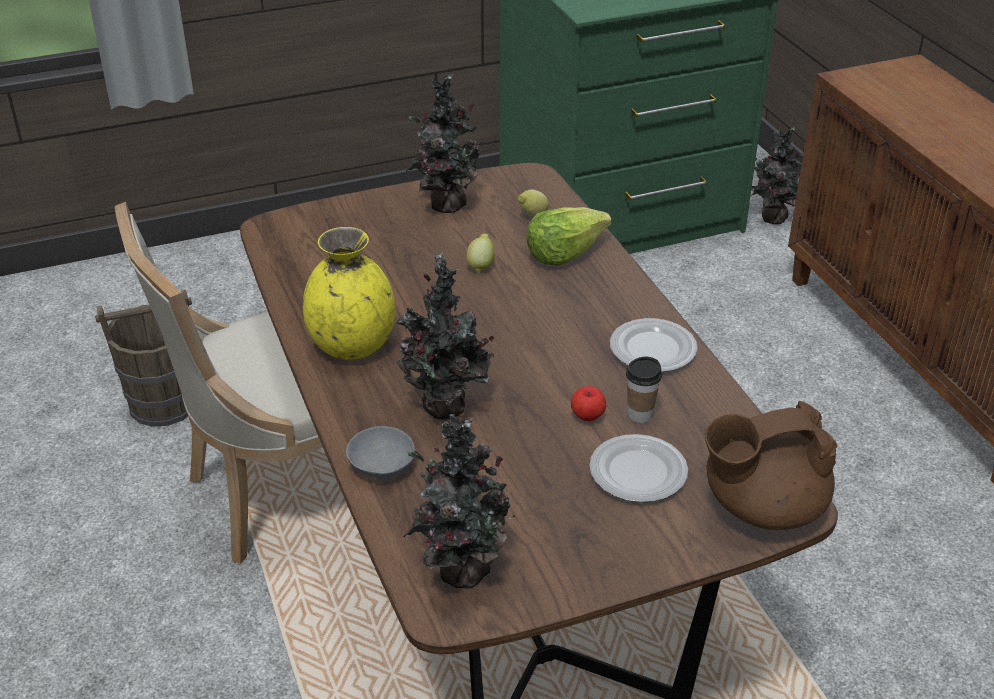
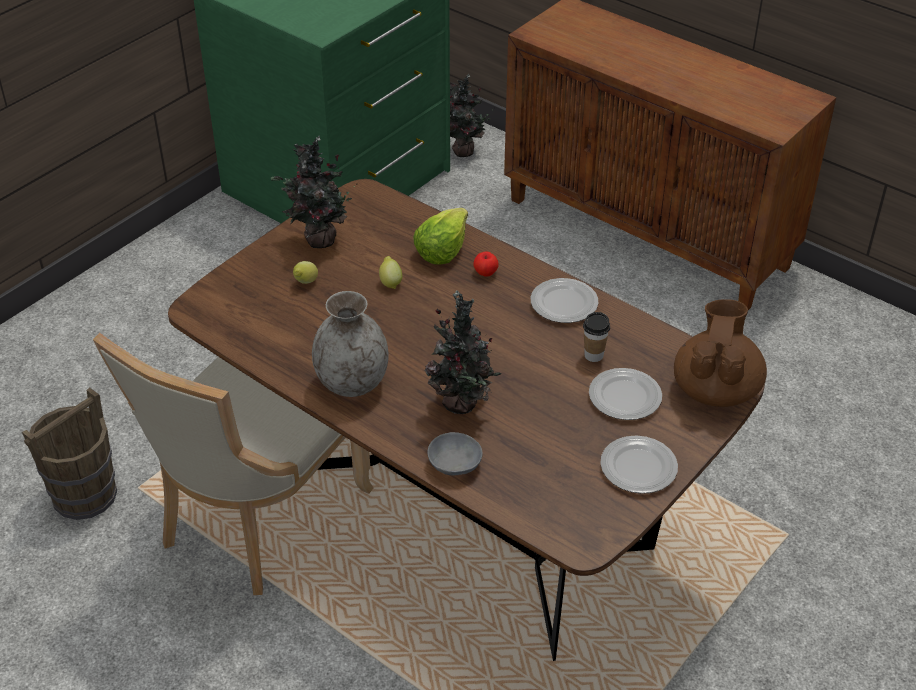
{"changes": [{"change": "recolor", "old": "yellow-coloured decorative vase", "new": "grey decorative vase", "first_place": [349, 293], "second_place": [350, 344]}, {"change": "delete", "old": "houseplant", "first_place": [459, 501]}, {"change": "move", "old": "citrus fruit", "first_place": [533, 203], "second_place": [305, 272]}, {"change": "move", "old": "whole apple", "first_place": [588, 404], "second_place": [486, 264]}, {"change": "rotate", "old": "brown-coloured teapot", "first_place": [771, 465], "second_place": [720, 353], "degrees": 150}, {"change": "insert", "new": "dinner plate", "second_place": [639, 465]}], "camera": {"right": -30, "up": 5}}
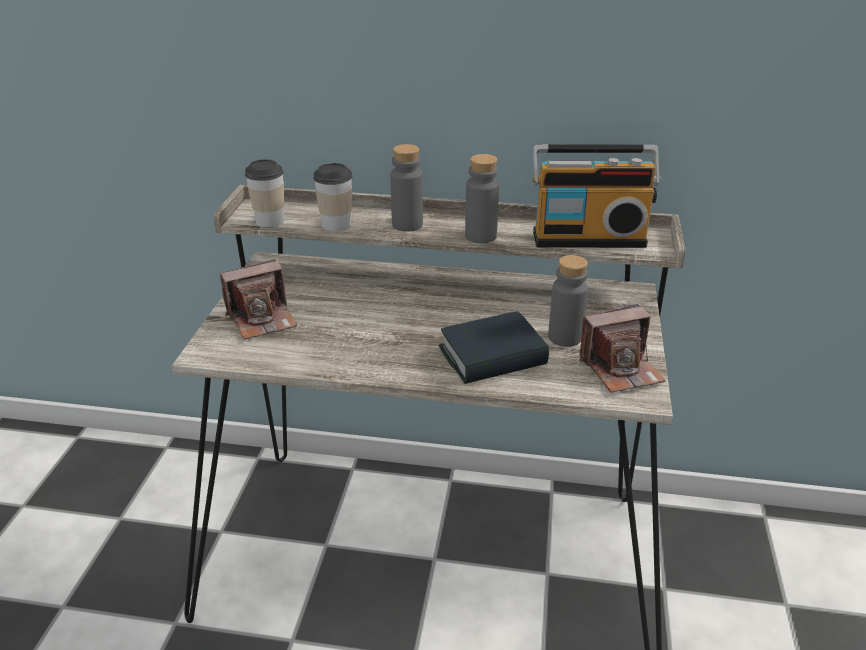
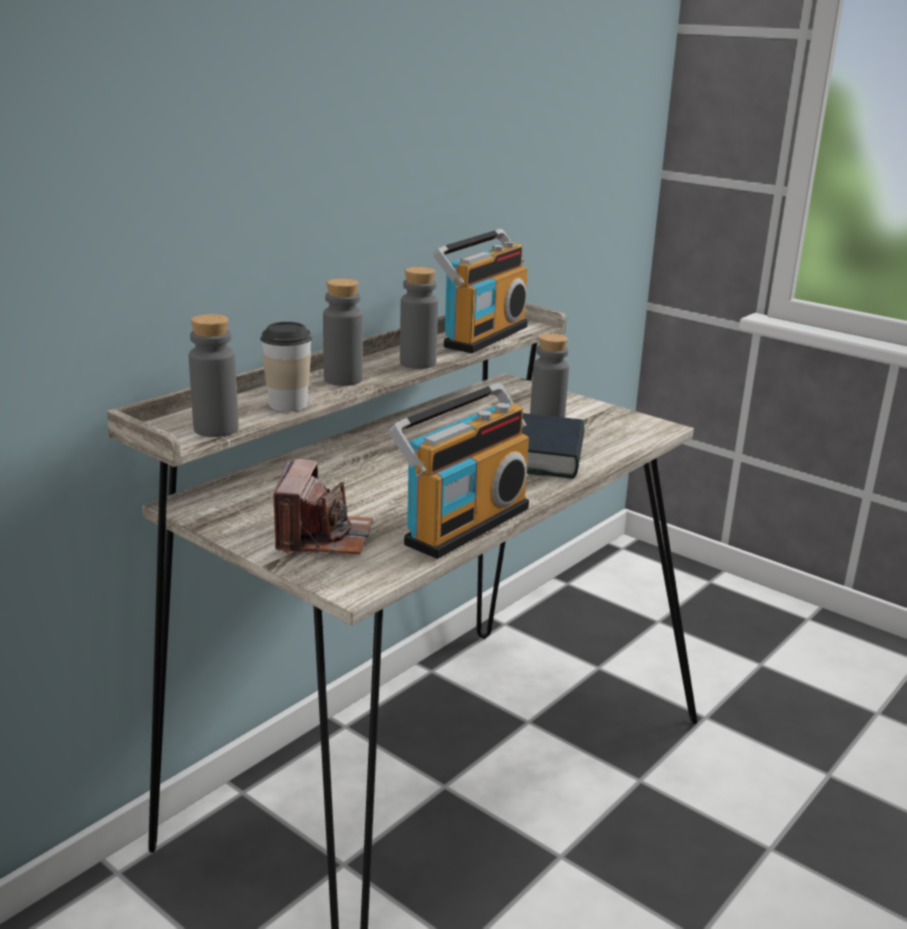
{"changes": [{"change": "replace", "old": "cup", "new": "grey beverage bottle", "first_place": [264, 193], "second_place": [214, 375]}, {"change": "delete", "old": "still camera", "first_place": [623, 348]}, {"change": "insert", "new": "radio", "second_place": [458, 471]}], "camera": {"right": -60, "up": -10}}
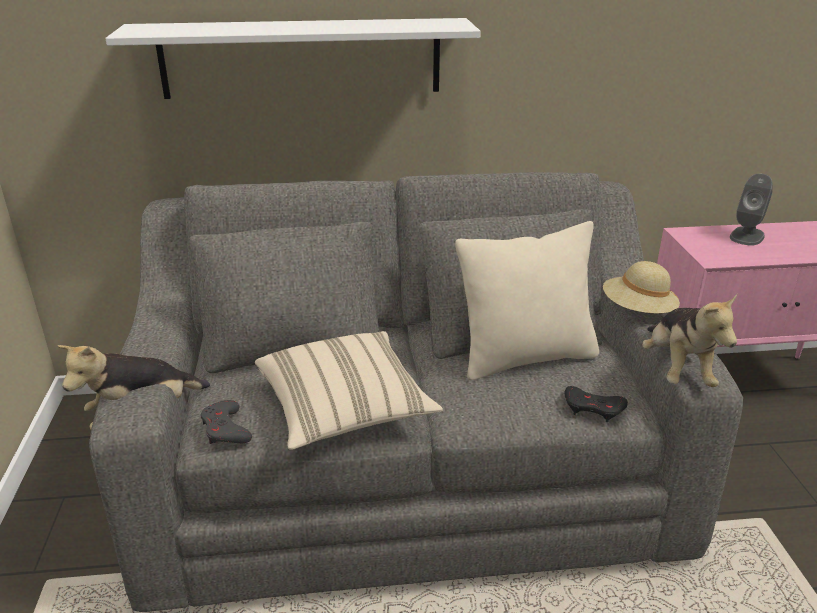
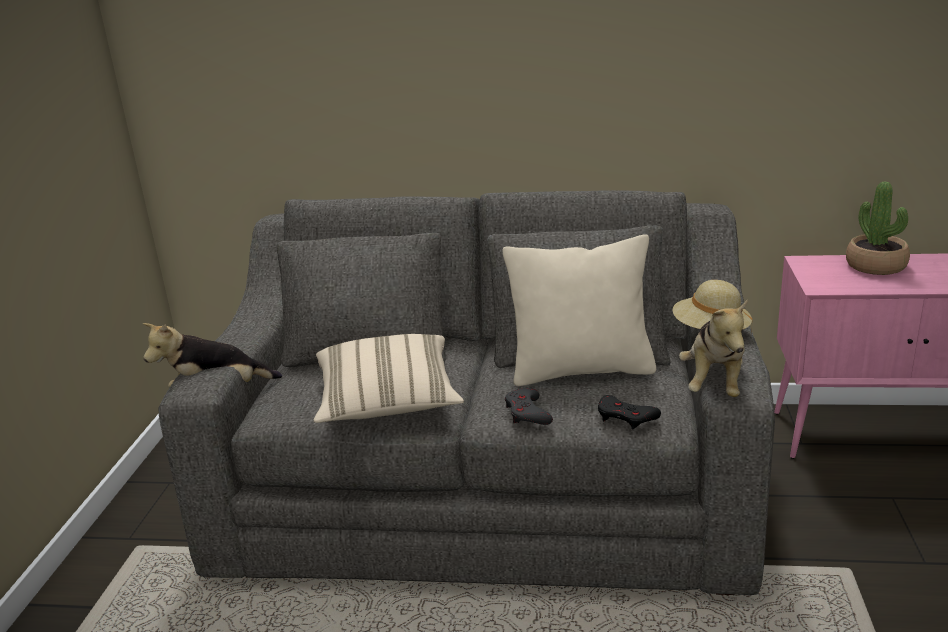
{"changes": [{"change": "delete", "old": "whitish shelf", "first_place": [293, 58]}, {"change": "move", "old": "grey gamepad", "first_place": [226, 422], "second_place": [529, 406]}, {"change": "replace", "old": "grey speaker", "new": "houseplant", "first_place": [751, 209], "second_place": [878, 228]}], "camera": {"right": 15, "up": -5}}
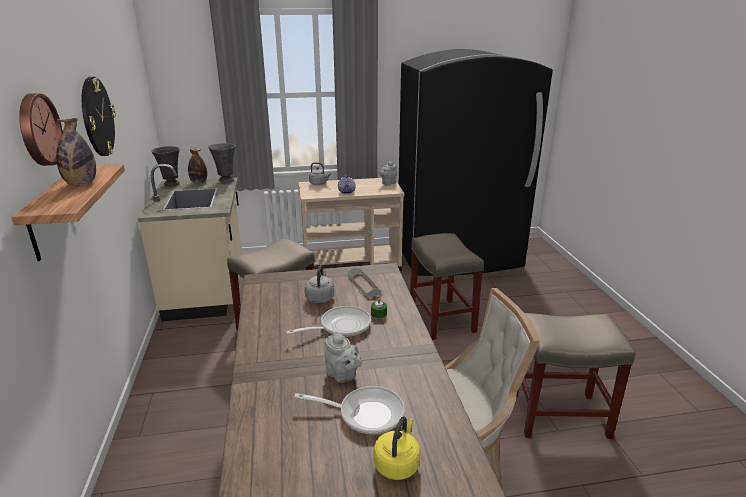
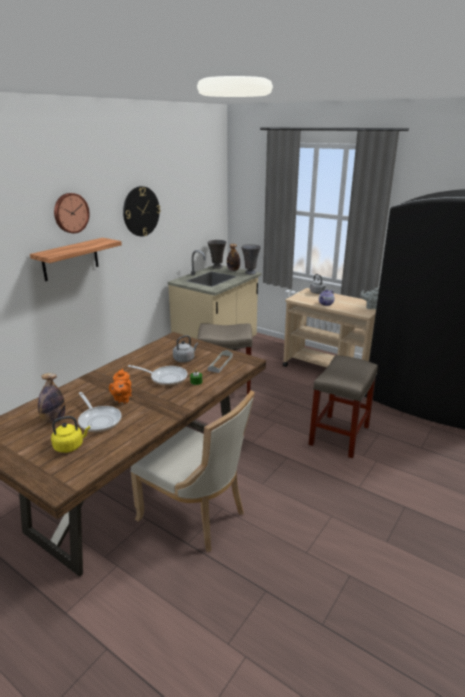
{"changes": [{"change": "move", "old": "beverage bottle", "first_place": [76, 151], "second_place": [51, 398]}, {"change": "recolor", "old": "grey teapot", "new": "orangey teapot", "first_place": [343, 357], "second_place": [120, 386]}, {"change": "delete", "old": "beige stool", "first_place": [575, 376]}], "camera": {"right": 45, "up": 0}}
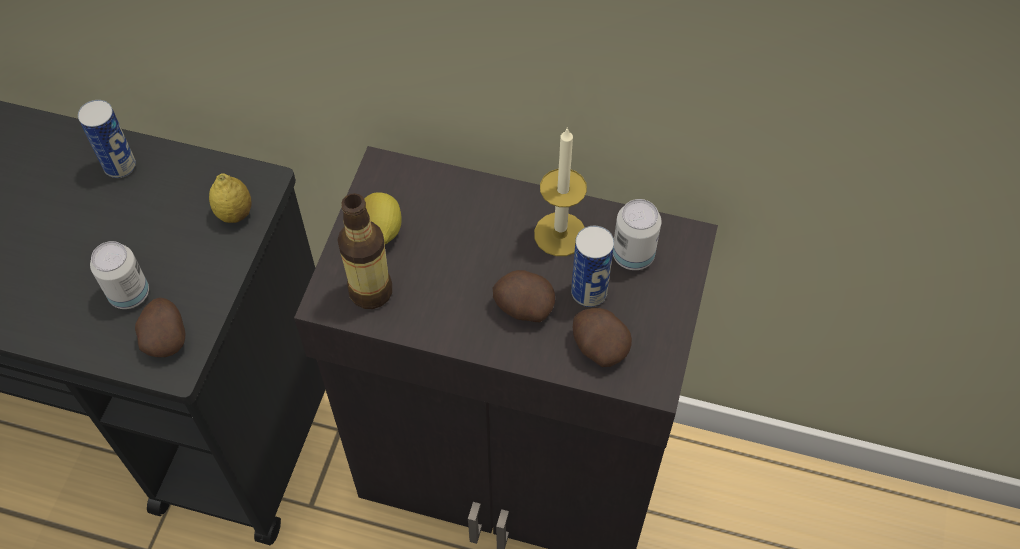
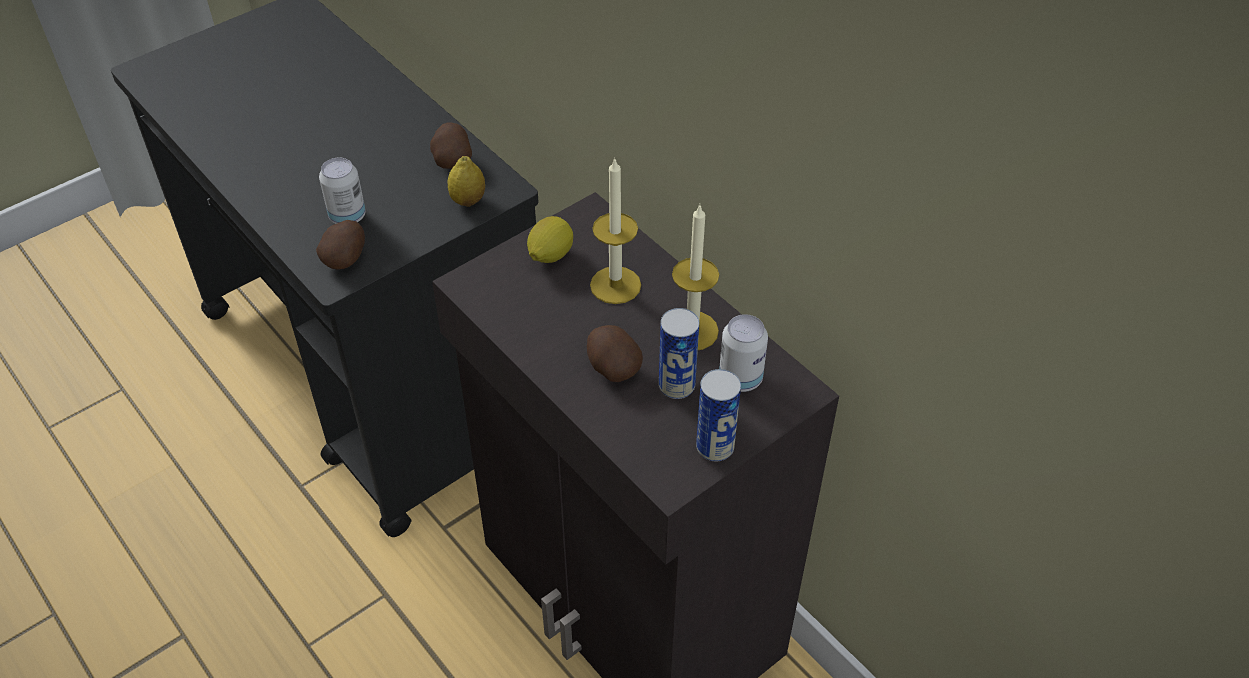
{"changes": [{"change": "move", "old": "sealed can", "first_place": [107, 139], "second_place": [718, 415]}, {"change": "delete", "old": "beverage bottle", "first_place": [364, 251]}, {"change": "move", "old": "whole potato", "first_place": [602, 337], "second_place": [451, 145]}, {"change": "insert", "new": "wax candle", "second_place": [615, 230]}], "camera": {"right": 35, "up": -10}}
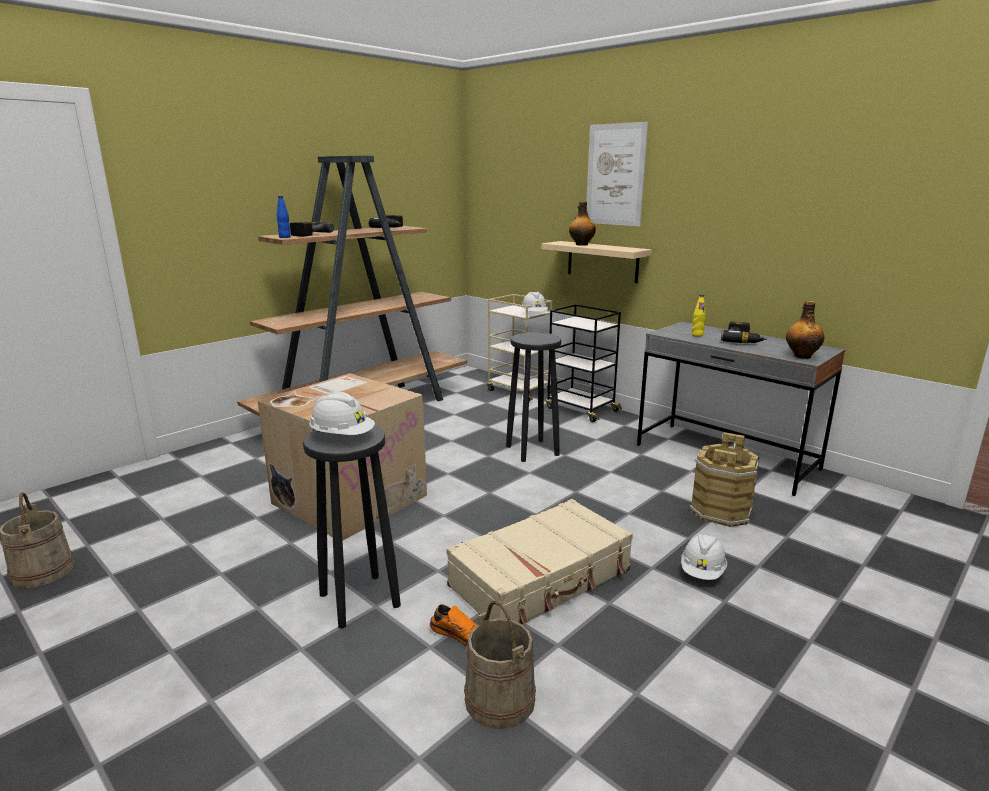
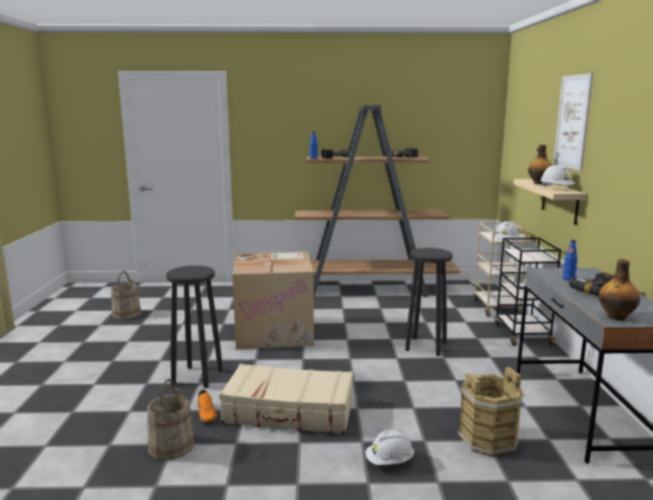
{"changes": [{"change": "move", "old": "whitish hard hat", "first_place": [342, 413], "second_place": [557, 176]}, {"change": "recolor", "old": "yellow-coloured beverage bottle", "new": "blue-coloured beverage bottle", "first_place": [699, 316], "second_place": [570, 260]}], "camera": {"right": 45, "up": -5}}
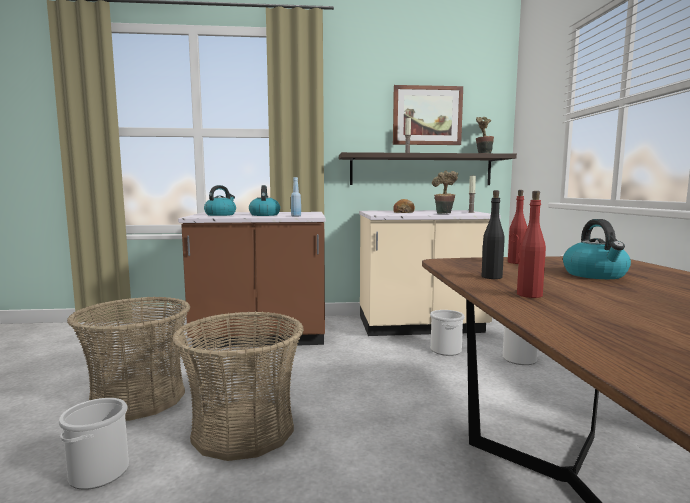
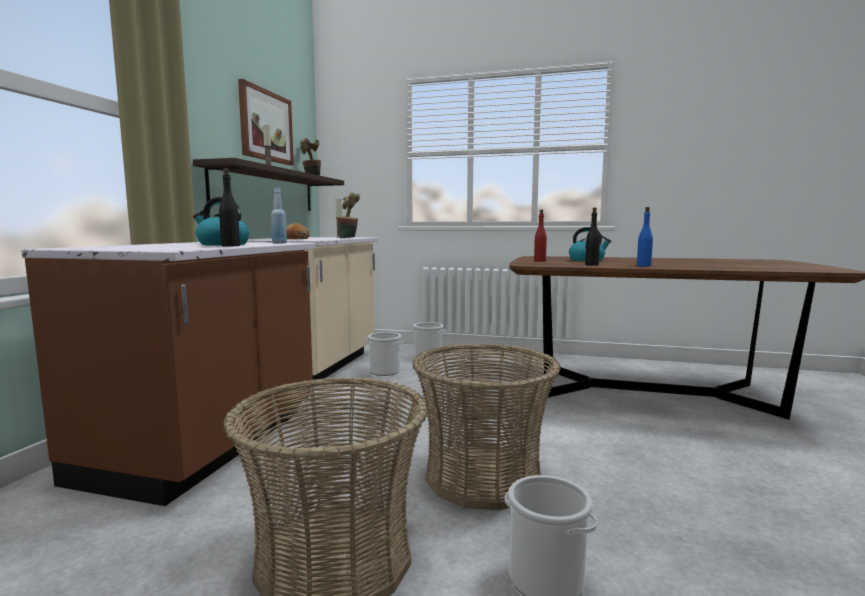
{"changes": [{"change": "delete", "old": "tea kettle", "first_place": [220, 200]}, {"change": "recolor", "old": "red beverage bottle", "new": "blue-coloured beverage bottle", "first_place": [531, 244], "second_place": [645, 237]}, {"change": "insert", "new": "black beverage bottle", "second_place": [229, 207]}], "camera": {"right": -70, "up": 0}}
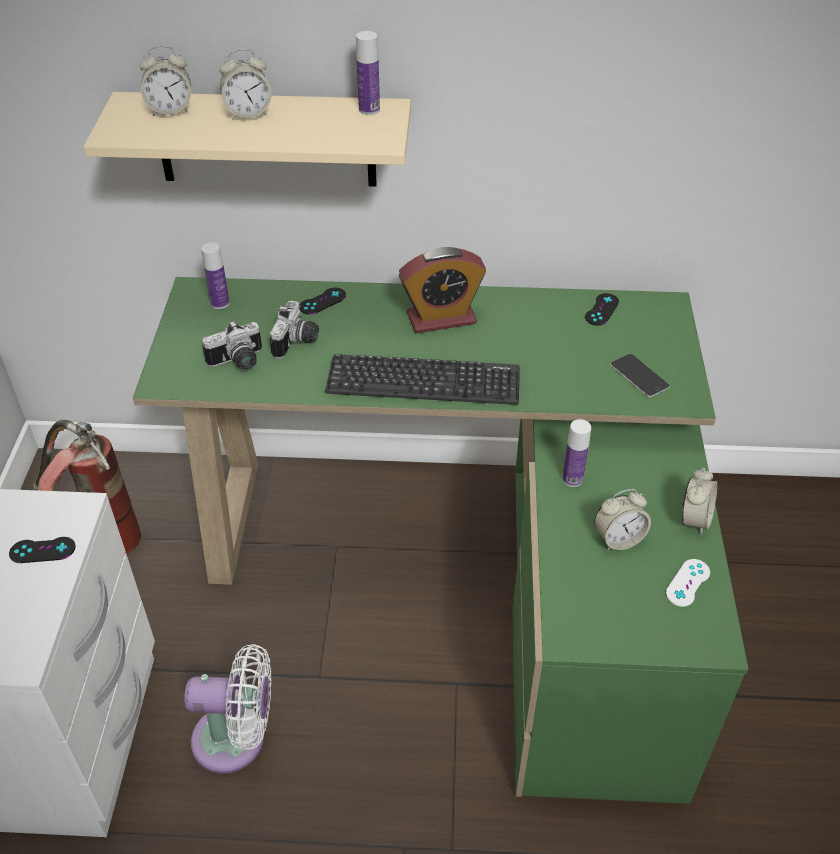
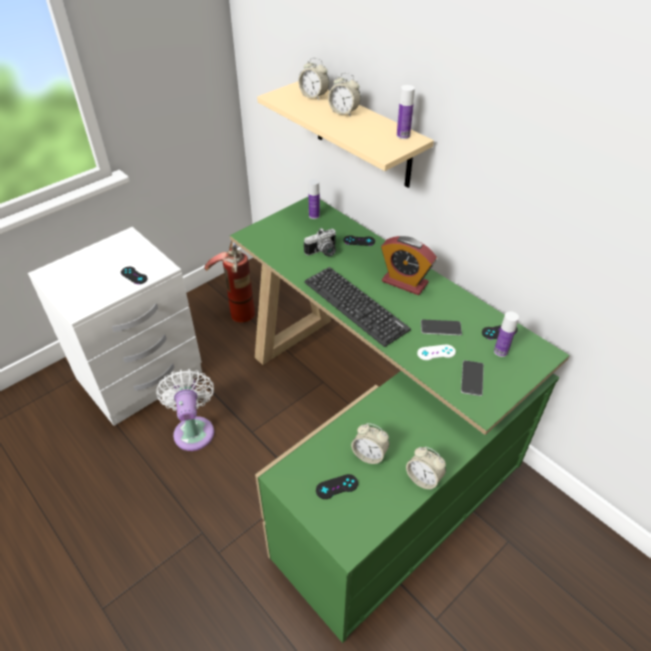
{"changes": [{"change": "rotate", "old": "whitish electric fan", "first_place": [227, 709], "second_place": [185, 410], "degrees": -150}, {"change": "delete", "old": "still camera", "first_place": [232, 345]}, {"change": "move", "old": "beverage bottle", "first_place": [576, 453], "second_place": [506, 334]}, {"change": "move", "old": "whitish gamepad", "first_place": [688, 583], "second_place": [436, 352]}, {"change": "rotate", "old": "alarm clock", "first_place": [699, 501], "second_place": [426, 468], "degrees": 60}, {"change": "insert", "new": "black gamepad", "second_place": [337, 486]}, {"change": "insert", "new": "telephone", "second_place": [441, 327]}], "camera": {"right": 45, "up": 0}}
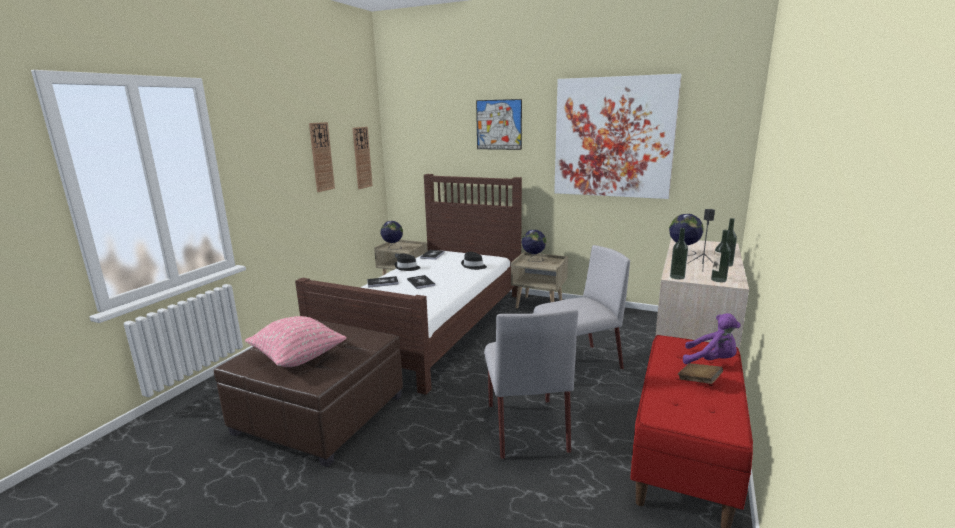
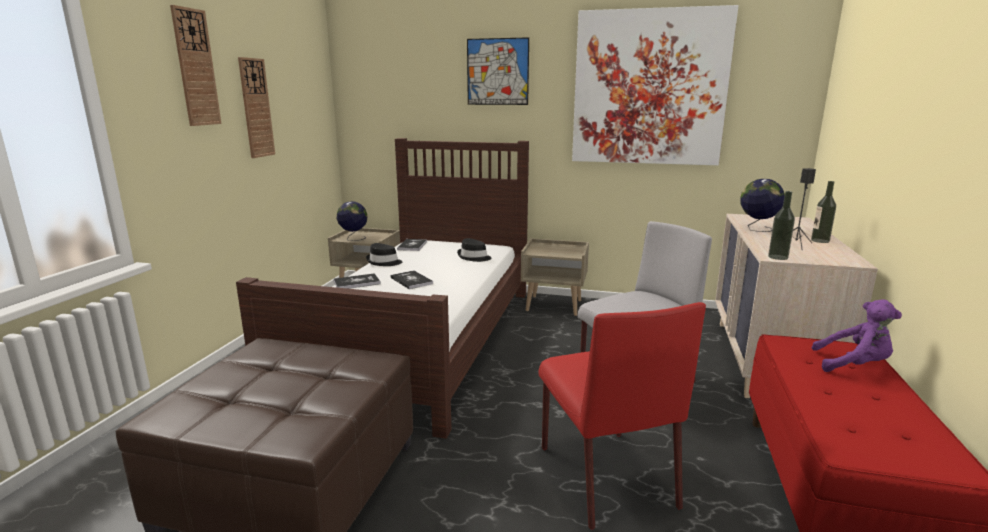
{"changes": [{"change": "delete", "old": "pink pillow", "first_place": [296, 341]}, {"change": "move", "old": "hanging clock", "first_place": [363, 158], "second_place": [196, 65]}, {"change": "recolor", "old": "grey chair", "new": "red chair", "first_place": [531, 384], "second_place": [622, 415]}, {"change": "delete", "old": "world globe", "first_place": [533, 246]}, {"change": "delete", "old": "brown-coloured bound book", "first_place": [700, 373]}, {"change": "delete", "old": "beverage bottle", "first_place": [721, 256]}], "camera": {"right": -10, "up": 0}}
